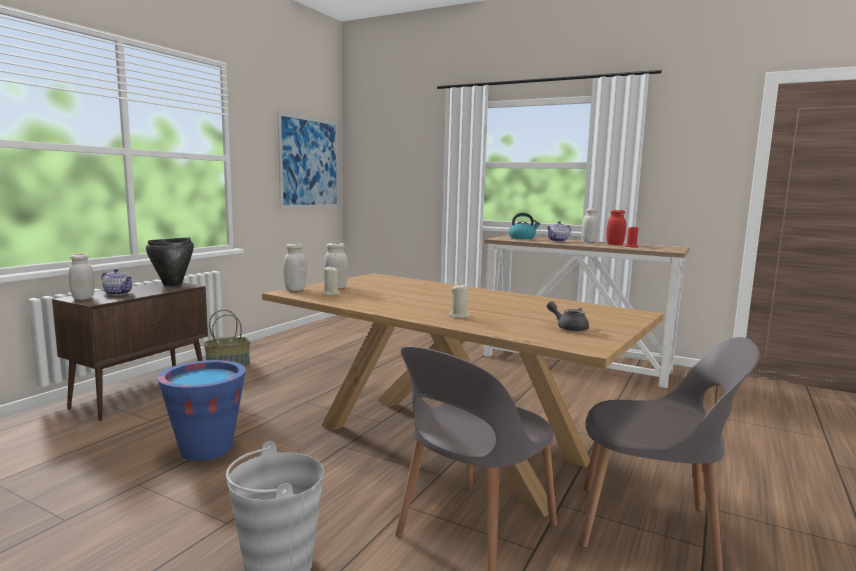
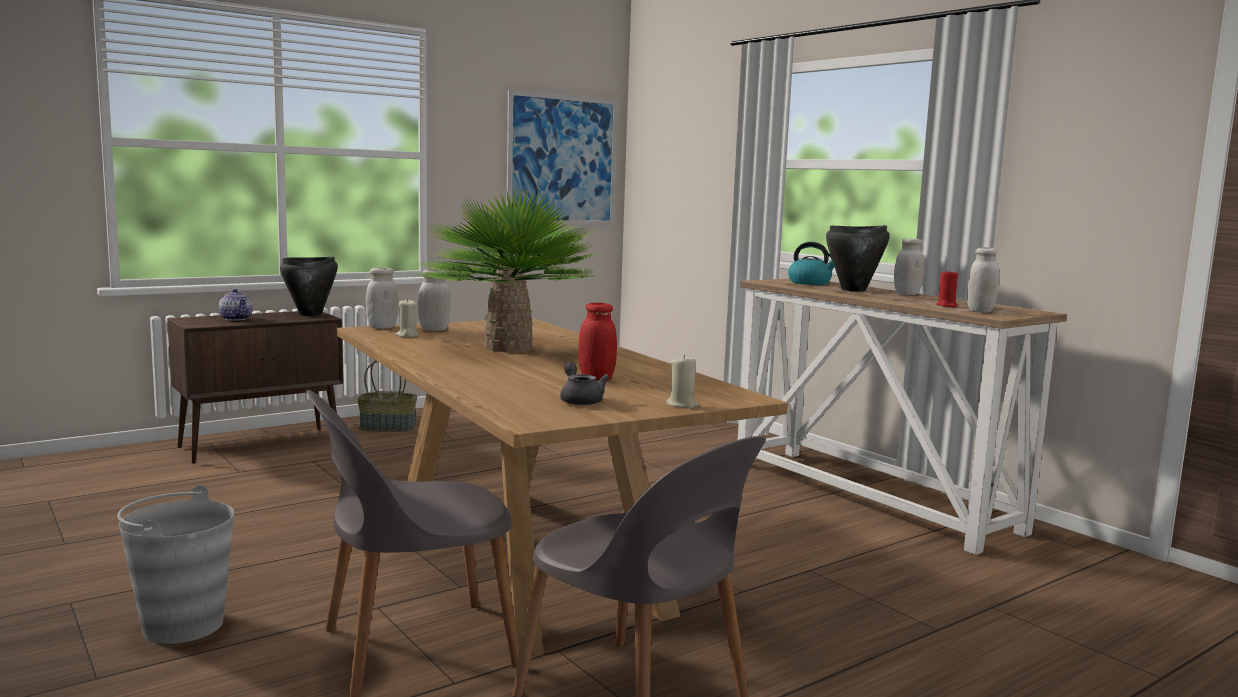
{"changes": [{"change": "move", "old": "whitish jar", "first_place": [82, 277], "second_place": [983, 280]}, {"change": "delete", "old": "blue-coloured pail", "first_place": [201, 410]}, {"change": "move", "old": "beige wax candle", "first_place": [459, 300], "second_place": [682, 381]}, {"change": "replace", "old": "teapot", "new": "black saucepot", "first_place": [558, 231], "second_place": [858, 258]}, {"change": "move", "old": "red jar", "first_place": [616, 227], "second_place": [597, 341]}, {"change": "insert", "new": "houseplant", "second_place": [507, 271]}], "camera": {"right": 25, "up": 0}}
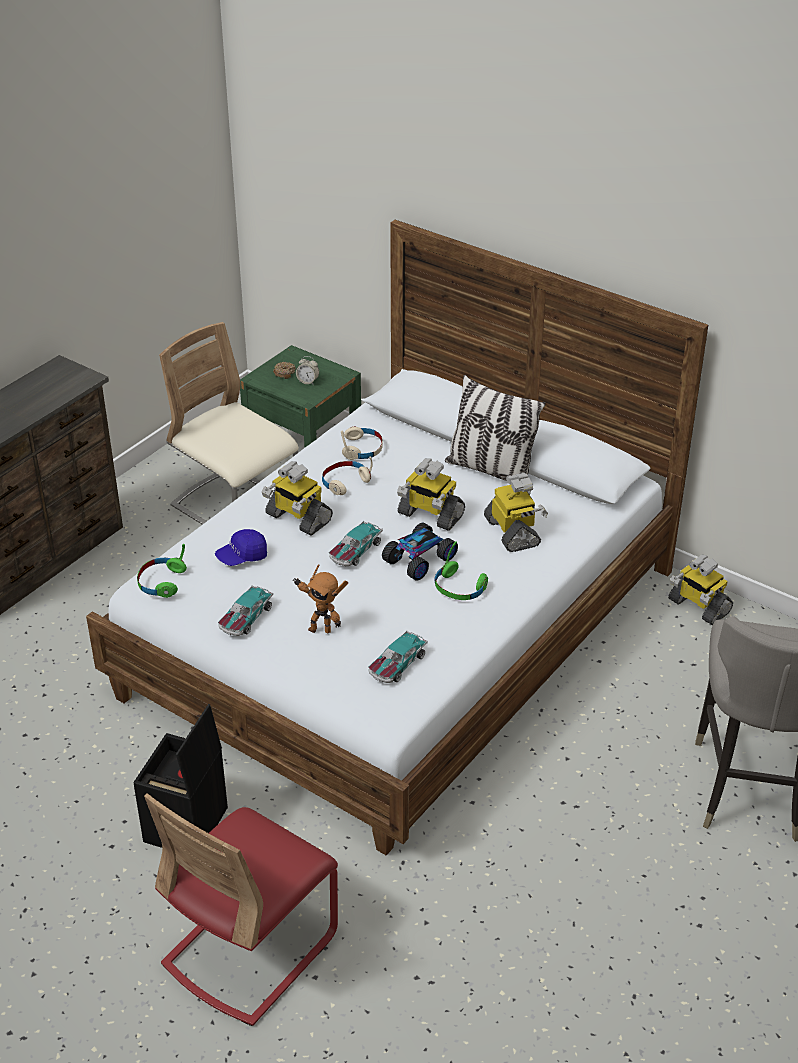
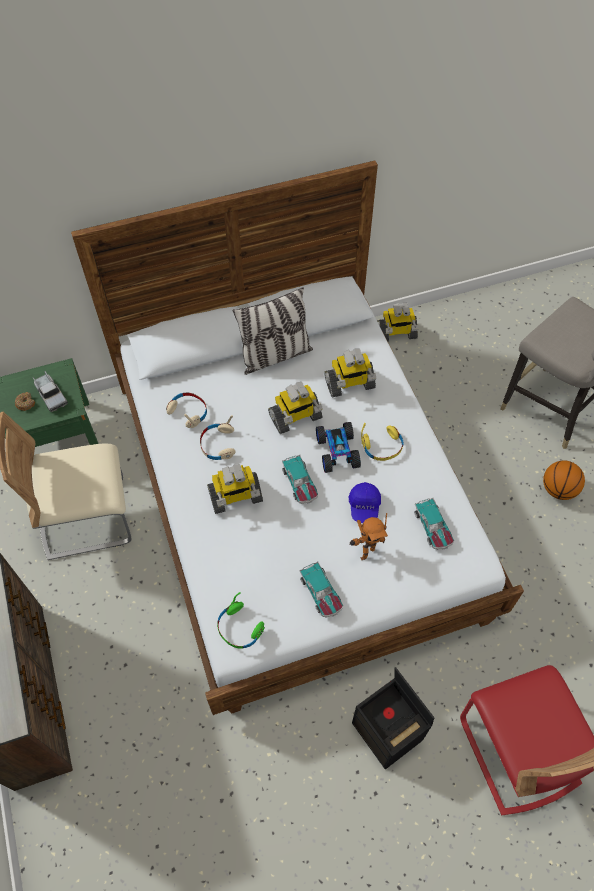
{"changes": [{"change": "move", "old": "blue-coloured cap", "first_place": [241, 547], "second_place": [365, 502]}, {"change": "replace", "old": "alarm clock", "new": "toy lorry", "first_place": [307, 370], "second_place": [50, 391]}, {"change": "recolor", "old": "green-coloured pair of headphones", "new": "yellow-coloured pair of headphones", "first_place": [461, 570], "second_place": [382, 442]}, {"change": "rotate", "old": "robot figure", "first_place": [516, 512], "second_place": [350, 373], "degrees": 150}, {"change": "insert", "new": "basketball ball", "second_place": [564, 480]}], "camera": {"right": -55, "up": 20}}
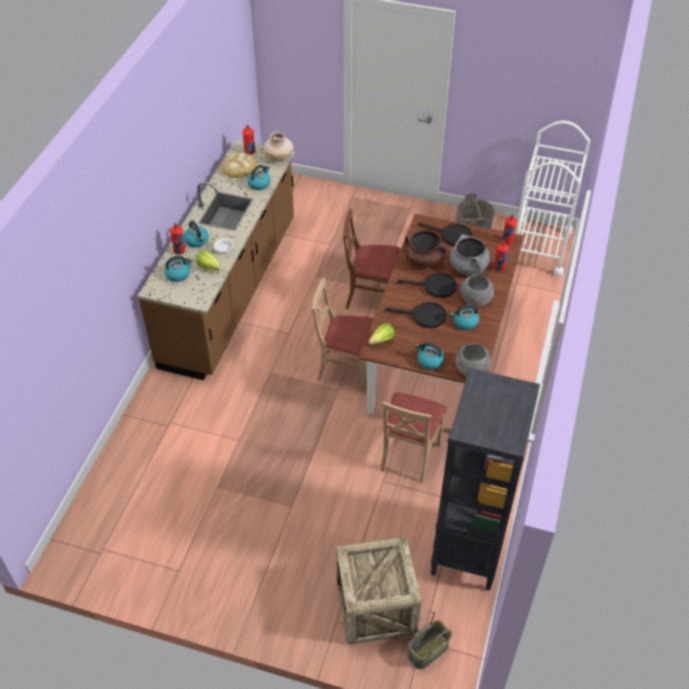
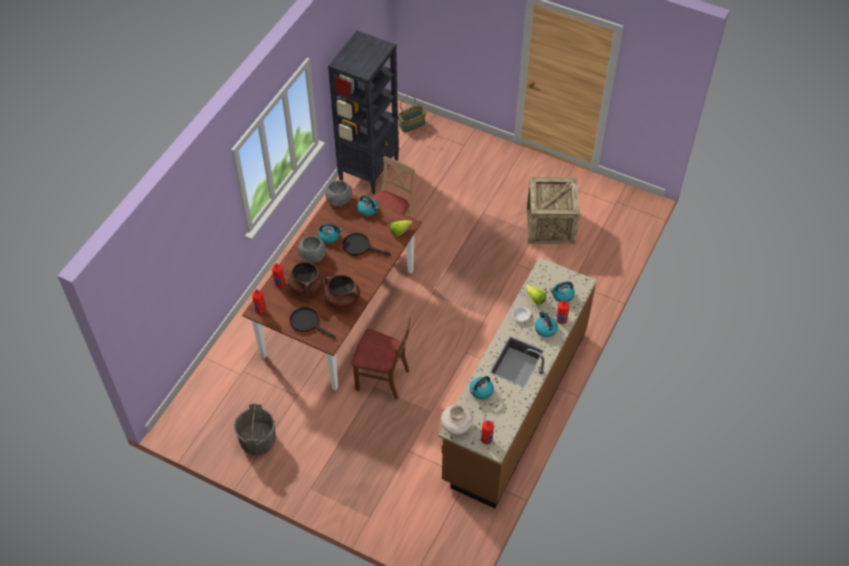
{"changes": [{"change": "delete", "old": "bakery bread", "first_place": [239, 165]}, {"change": "delete", "old": "beige chair", "first_place": [343, 334]}, {"change": "move", "old": "crate", "first_place": [378, 591], "second_place": [553, 210]}, {"change": "delete", "old": "black skillet", "first_place": [427, 285]}, {"change": "recolor", "old": "grey saucepot", "new": "brown-coloured saucepot", "first_place": [470, 255], "second_place": [305, 277]}, {"change": "delete", "old": "whitish trolley", "first_place": [552, 199]}], "camera": {"right": -170, "up": 5}}
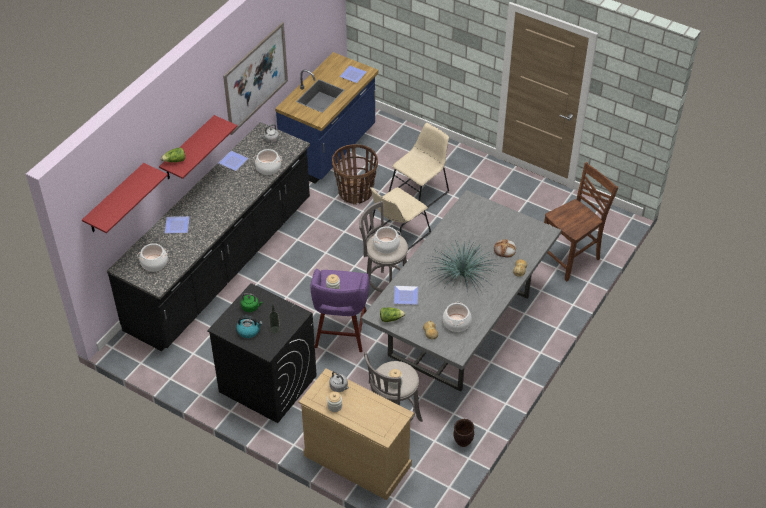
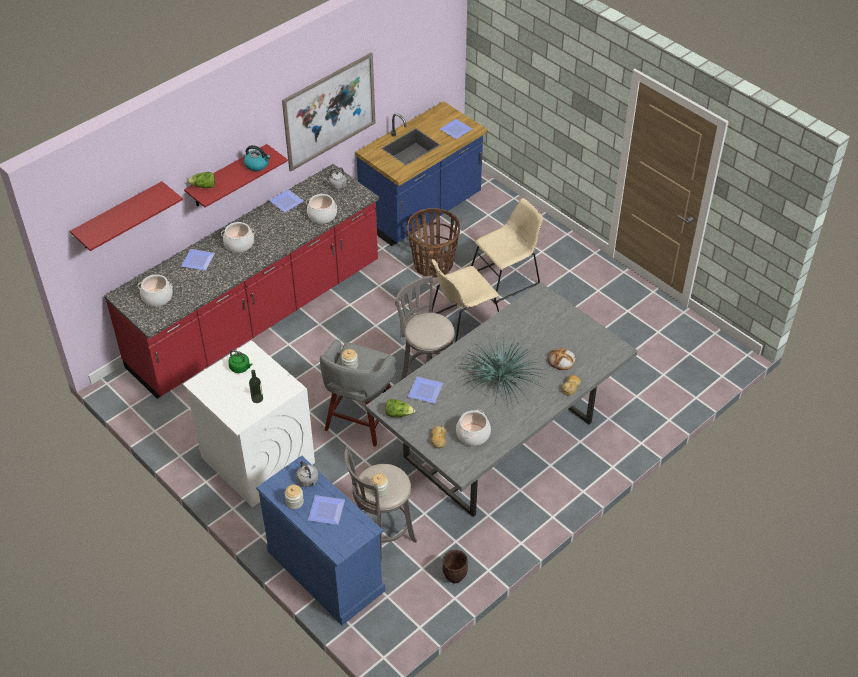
{"changes": [{"change": "recolor", "old": "black counter", "new": "red counter", "first_place": [208, 236], "second_place": [241, 281]}, {"change": "recolor", "old": "black laundry appliance", "new": "whitish laundry appliance", "first_place": [262, 353], "second_place": [249, 423]}, {"change": "move", "old": "tea kettle", "first_place": [250, 327], "second_place": [257, 158]}, {"change": "recolor", "old": "beige chest of drawers", "new": "blue-coloured chest of drawers", "first_place": [357, 434], "second_place": [320, 540]}, {"change": "recolor", "old": "purple stool", "new": "grey stool", "first_place": [340, 310], "second_place": [357, 393]}, {"change": "move", "old": "saucepot", "first_place": [386, 240], "second_place": [238, 237]}, {"change": "delete", "old": "brown-coloured chair", "first_place": [581, 221]}, {"change": "insert", "new": "dinner plate", "second_place": [326, 510]}], "camera": {"right": 15, "up": 0}}
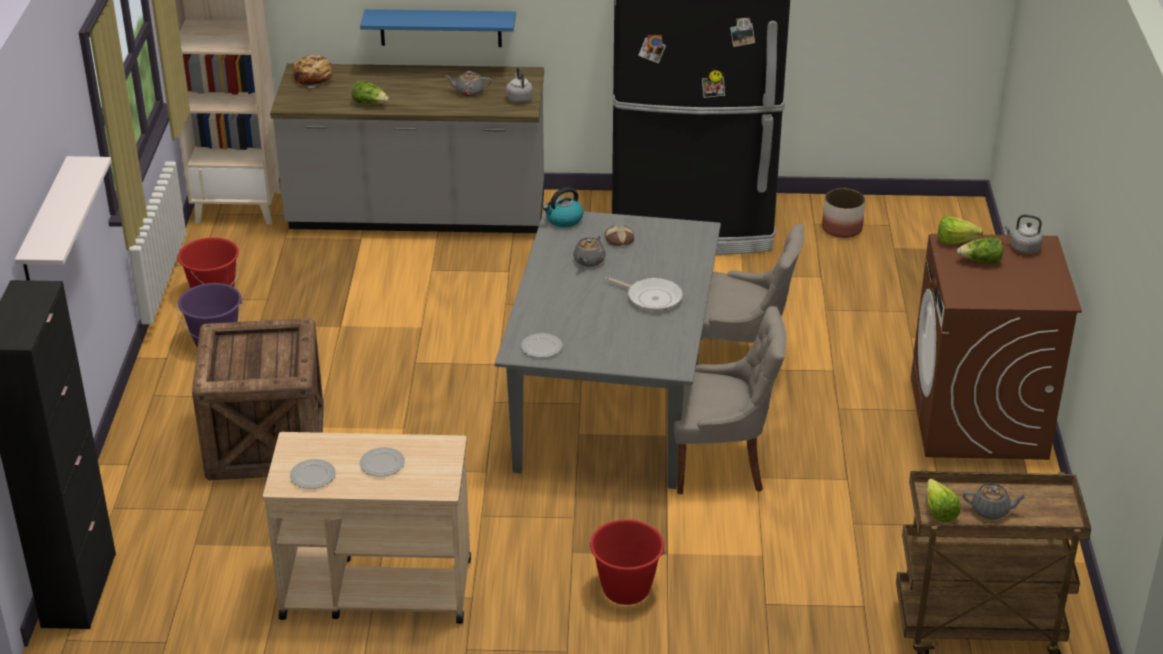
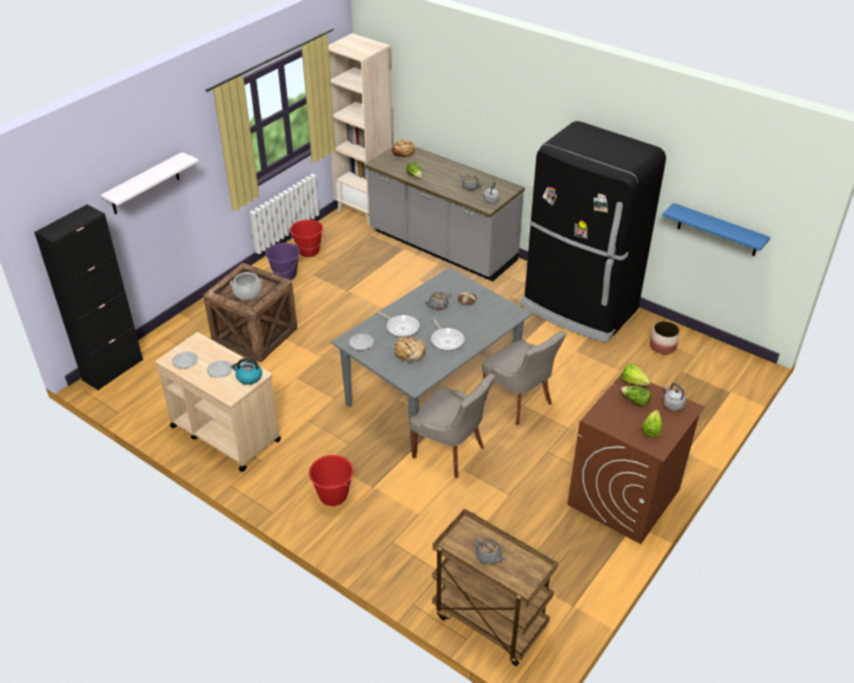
{"changes": [{"change": "move", "old": "blue-coloured shelf", "first_place": [438, 28], "second_place": [716, 229]}, {"change": "move", "old": "tea kettle", "first_place": [563, 207], "second_place": [246, 371]}, {"change": "move", "old": "head of lettuce", "first_place": [944, 500], "second_place": [652, 423]}, {"change": "insert", "new": "saucepot", "second_place": [246, 286]}, {"change": "insert", "new": "skillet", "second_place": [398, 324]}, {"change": "insert", "new": "bakery bread", "second_place": [409, 349]}], "camera": {"right": 35, "up": 5}}
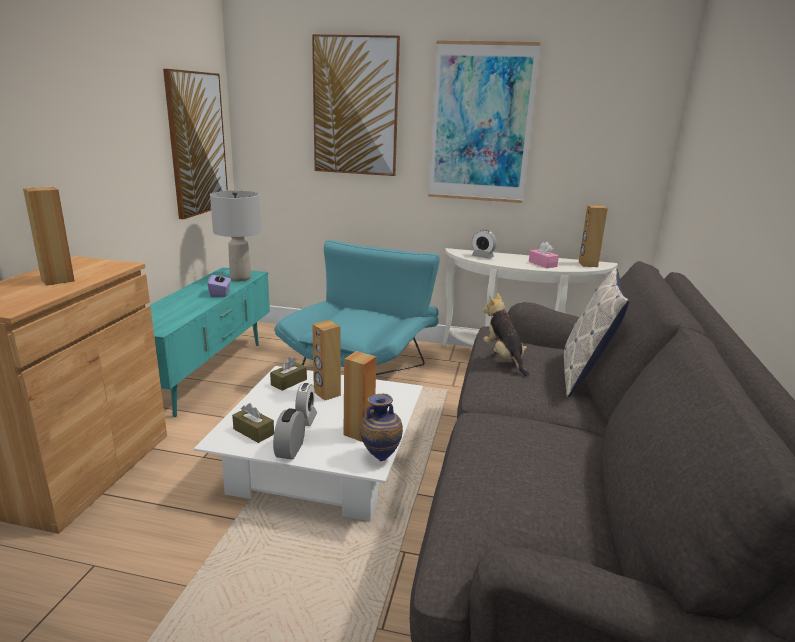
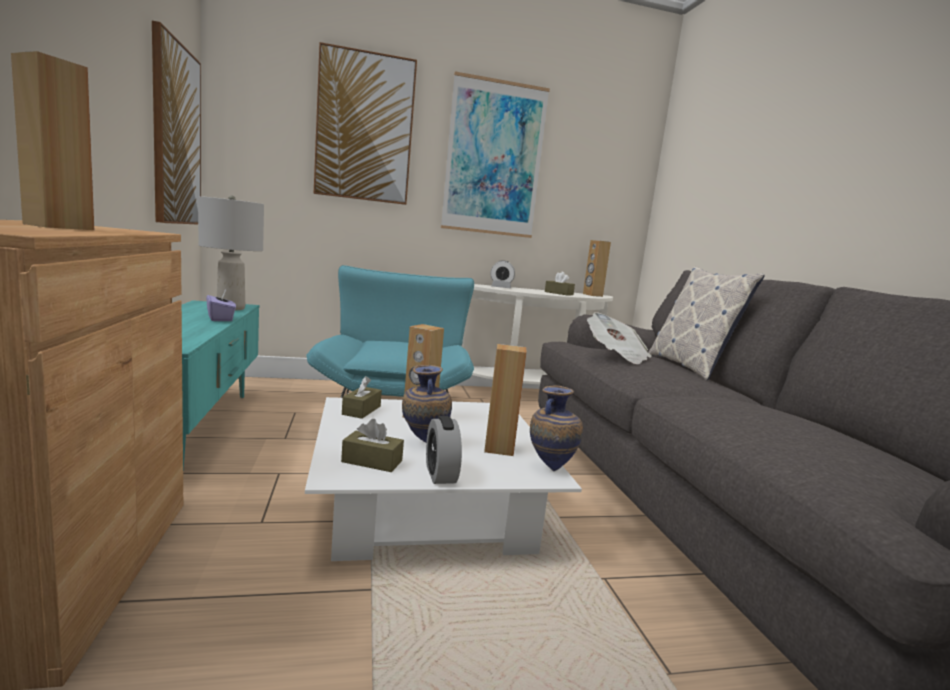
{"changes": [{"change": "replace", "old": "alarm clock", "new": "decorative vase", "first_place": [306, 404], "second_place": [427, 404]}, {"change": "replace", "old": "soft toy", "new": "printed paper", "first_place": [506, 335], "second_place": [619, 338]}, {"change": "recolor", "old": "pink tissue holder", "new": "brown-coloured tissue holder", "first_place": [544, 255], "second_place": [560, 283]}], "camera": {"right": -25, "up": -10}}
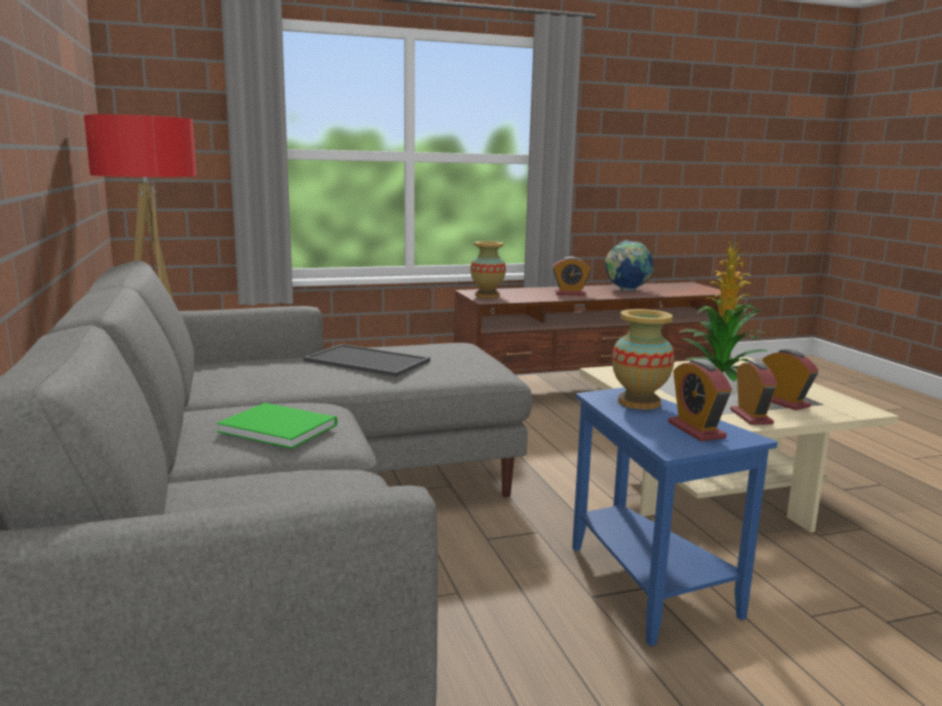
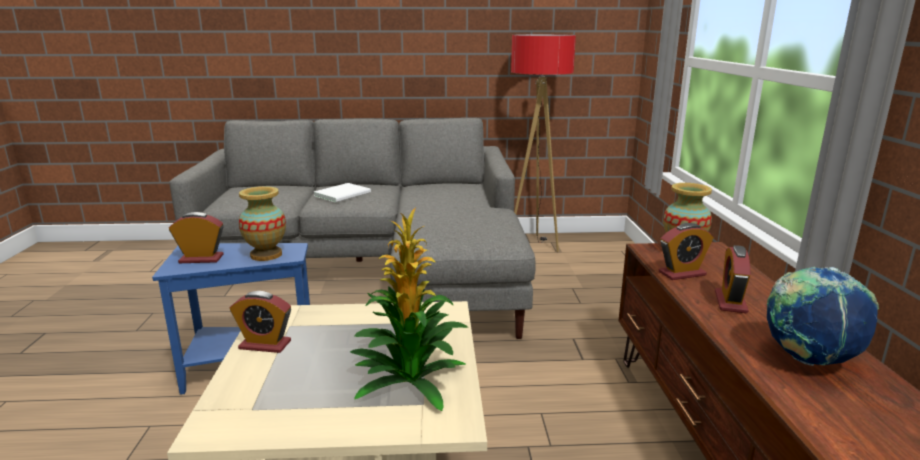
{"changes": [{"change": "recolor", "old": "green-coloured bound book", "new": "whitish bound book", "first_place": [277, 426], "second_place": [342, 193]}, {"change": "delete", "old": "carrying tray", "first_place": [366, 360]}, {"change": "move", "old": "alarm clock", "first_place": [791, 379], "second_place": [686, 251]}], "camera": {"right": 105, "up": 5}}
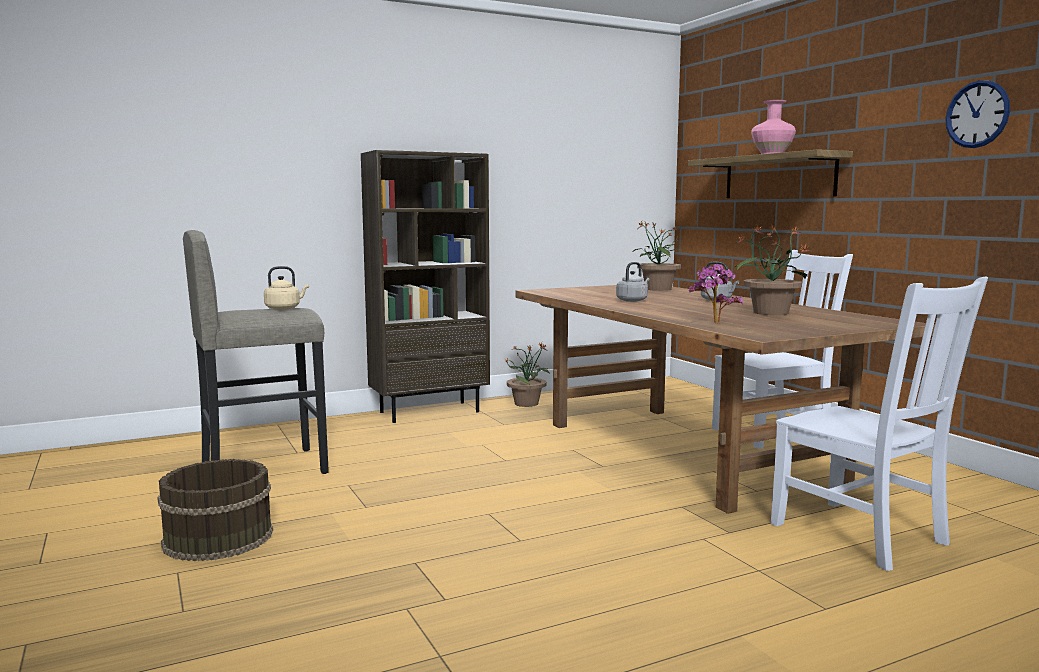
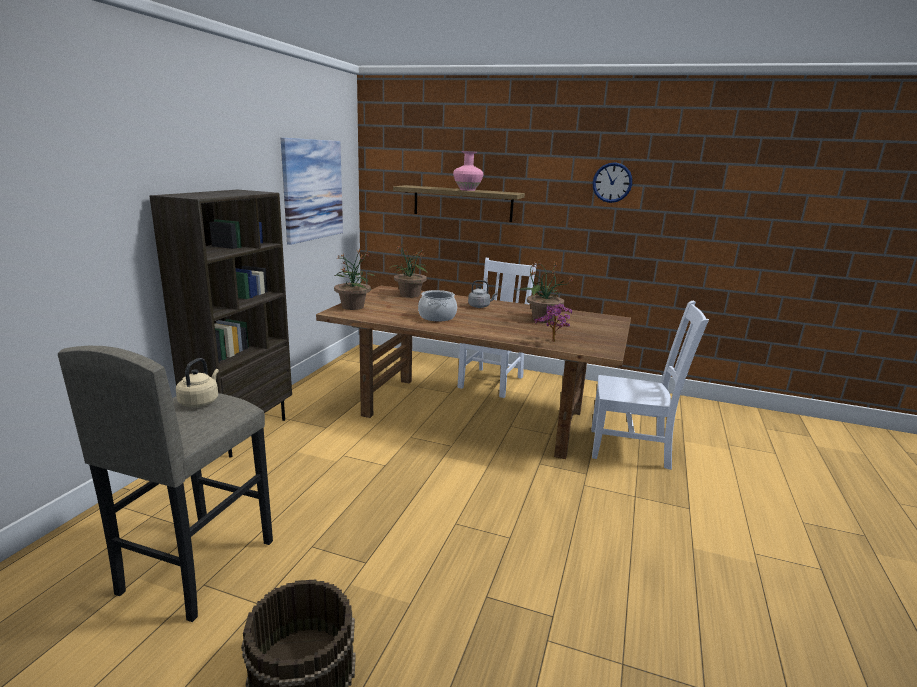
{"changes": [{"change": "move", "old": "houseplant", "first_place": [527, 374], "second_place": [355, 279]}, {"change": "replace", "old": "grey tea kettle", "new": "saucepot", "first_place": [633, 282], "second_place": [437, 305]}, {"change": "insert", "new": "wall picture", "second_place": [312, 191]}], "camera": {"right": -45, "up": 10}}
